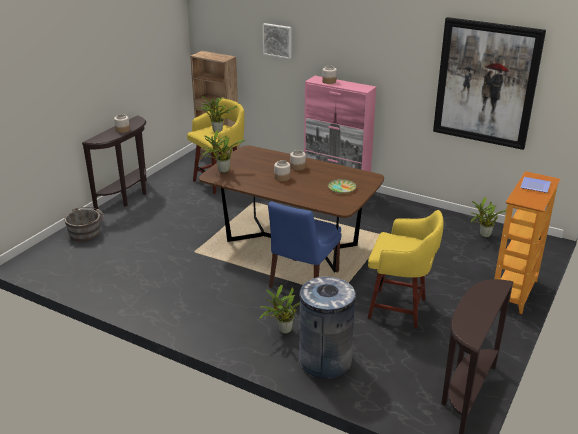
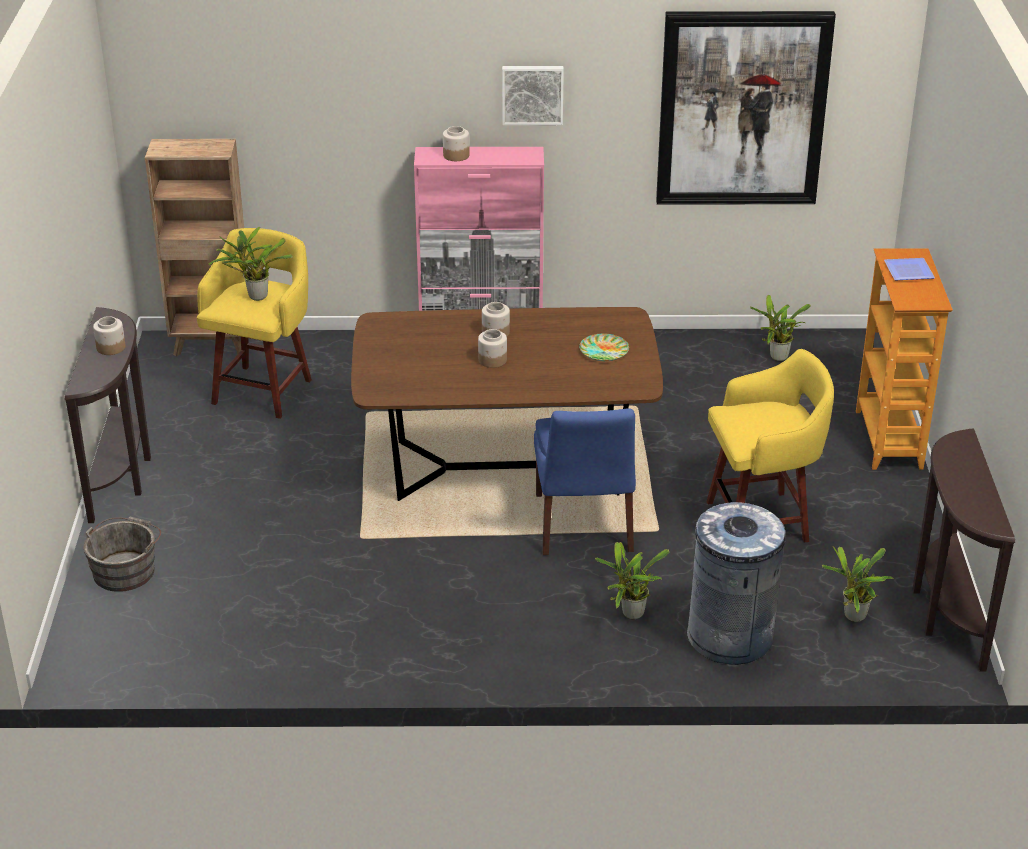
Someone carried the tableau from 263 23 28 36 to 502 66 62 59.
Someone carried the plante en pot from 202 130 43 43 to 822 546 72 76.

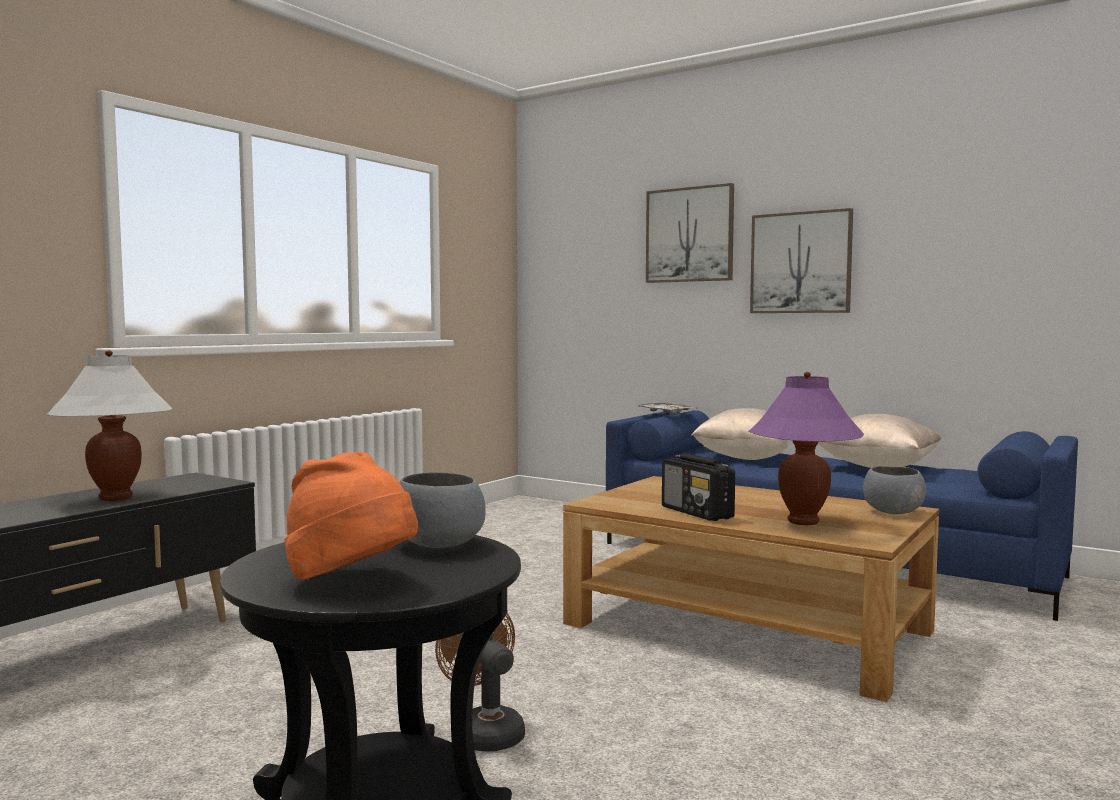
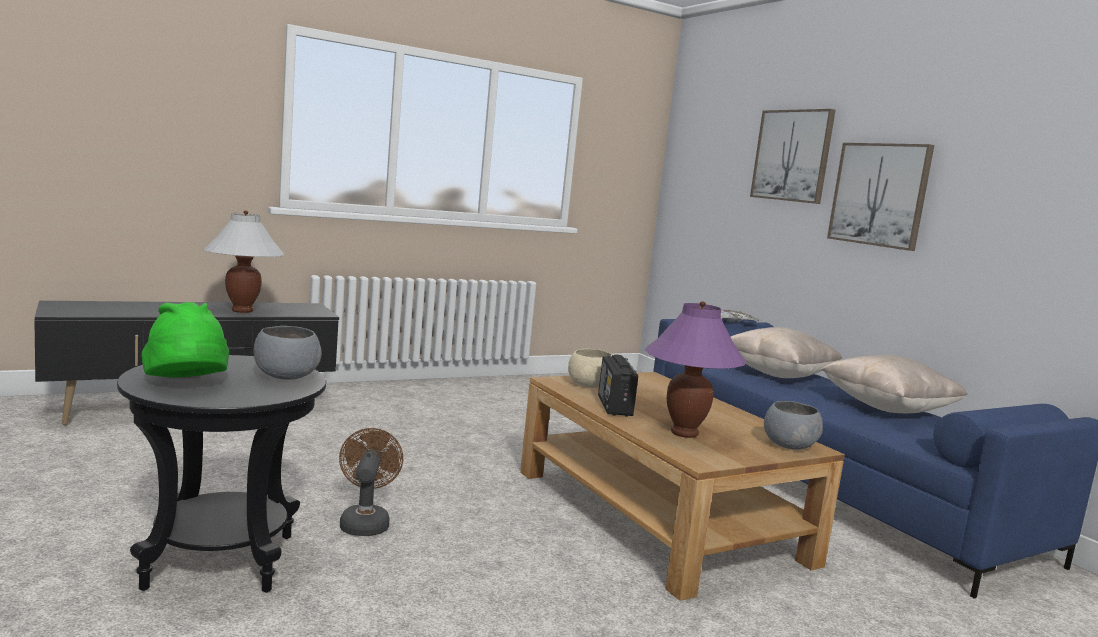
Someone repainted the chapeau [orange] at 284 452 134 128, which became the chapeau [vert] at 142 302 87 75.
Someone put down the bol [beige] at 568 349 44 39.

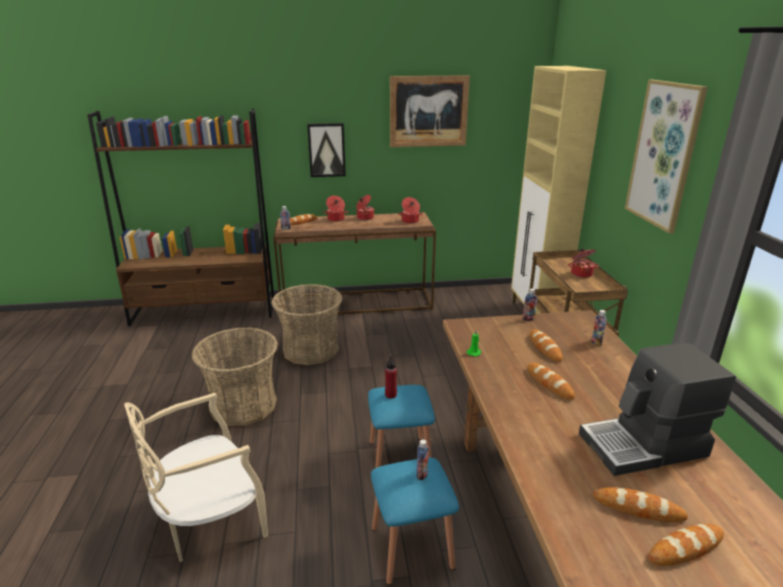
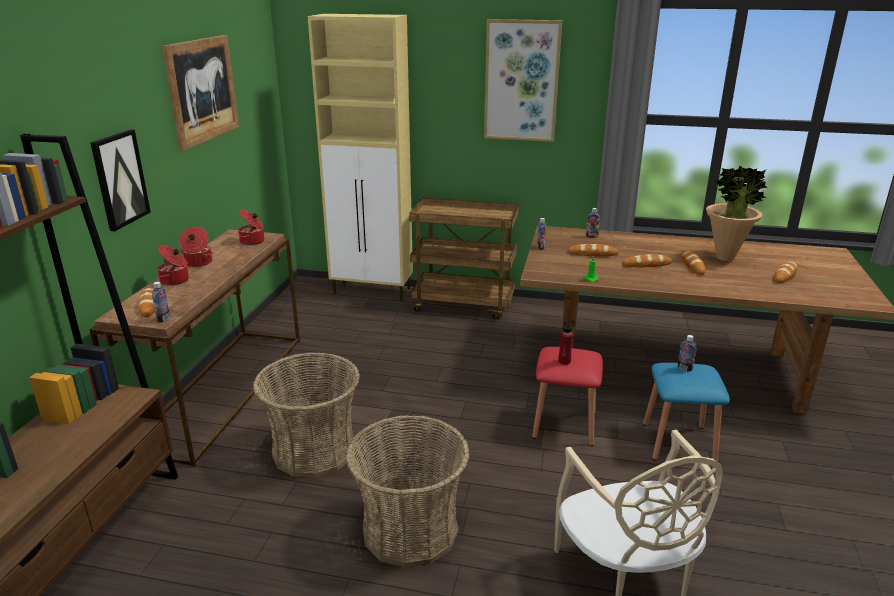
Someone took away the marmite at 568 248 31 30.
Someone swapped the machine à café at 579 342 157 134 for the plante en pot at 706 165 61 96.
Someone repainted the tabouret [bleu] at 368 385 67 83, which became the tabouret [rouge] at 532 347 71 99.
Someone carried the pain from 648 524 76 42 to 681 251 24 24.

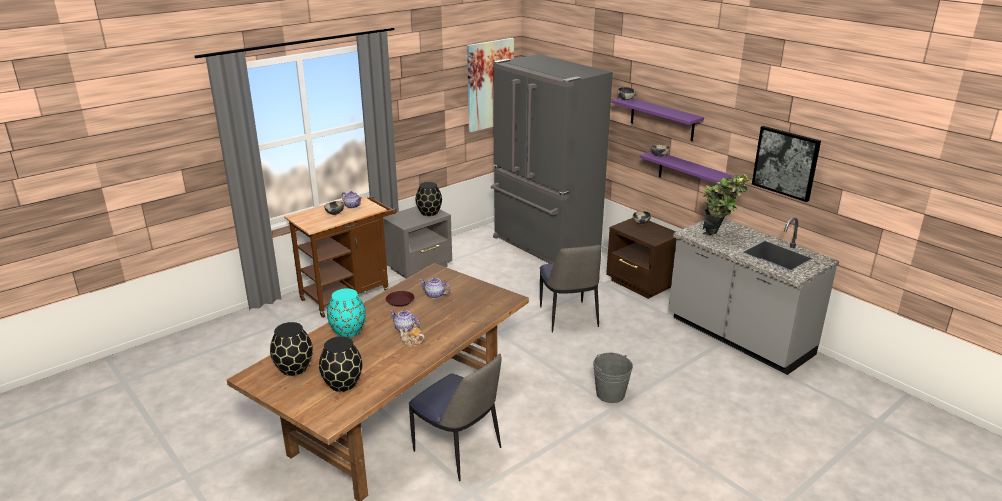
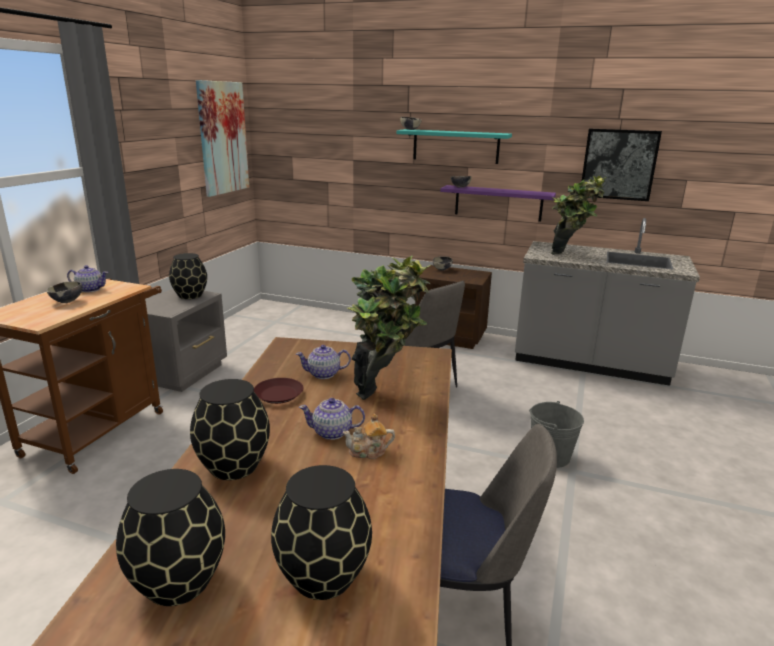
Someone took away the réfrigérateur [gris] at 491 54 122 210.
Someone repainted the étagère [violet] at 611 98 93 43, which became the étagère [turquoise] at 397 129 115 35.
Someone repainted the vase [turquoise] at 327 288 39 50, which became the vase [noir] at 190 379 80 101.
Someone put down the plante en pot at 347 255 84 145.

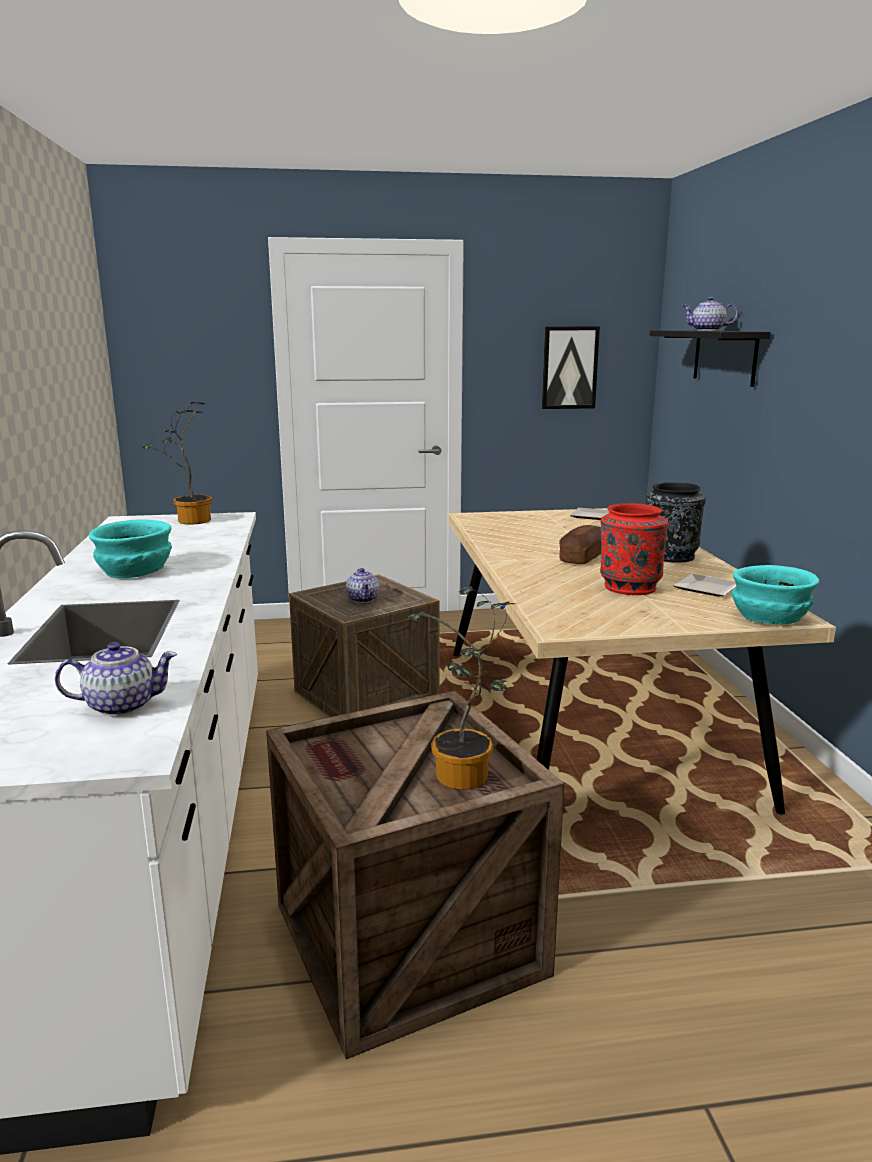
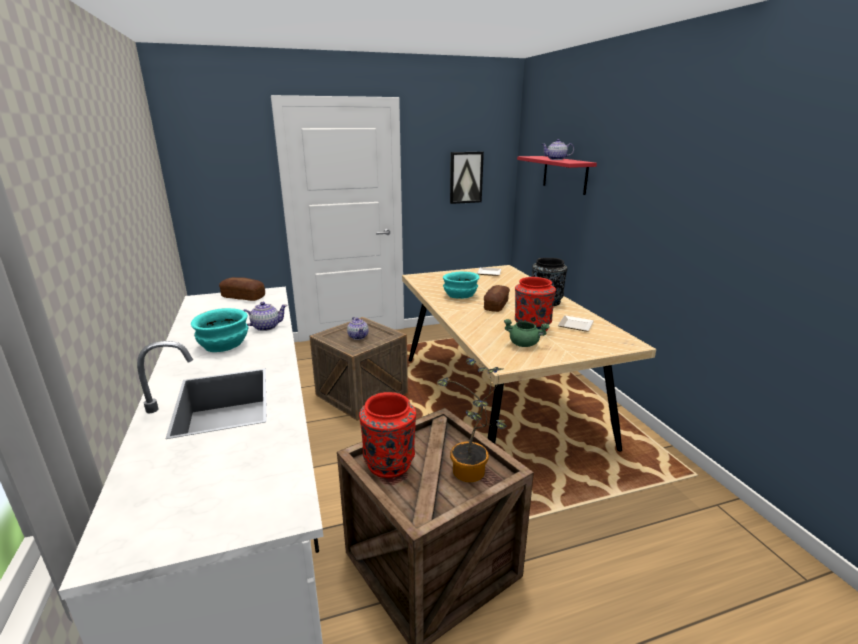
Someone repainted the étagère [noir] at 650 330 121 57, which became the étagère [rouge] at 517 156 80 39.
Someone swapped the plante en pot at 140 401 73 124 for the pain at 219 277 46 24.
Someone carried the bol [turquoise] from 731 565 88 59 to 443 271 37 28.
Someone carried the théière from 55 642 122 74 to 243 302 45 29.
Someone put down the marmite [vert] at 504 319 45 28.
Someone put down the vase [rouge] at 359 392 57 86.

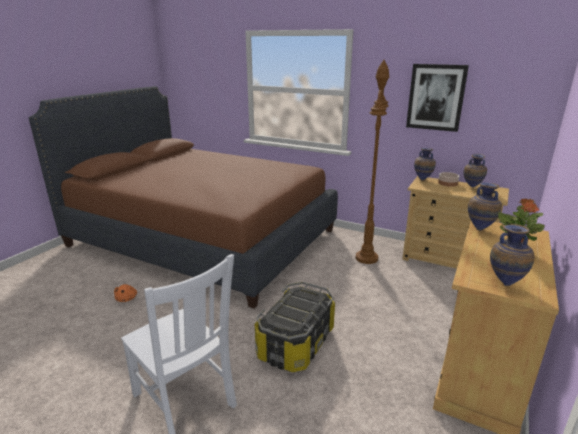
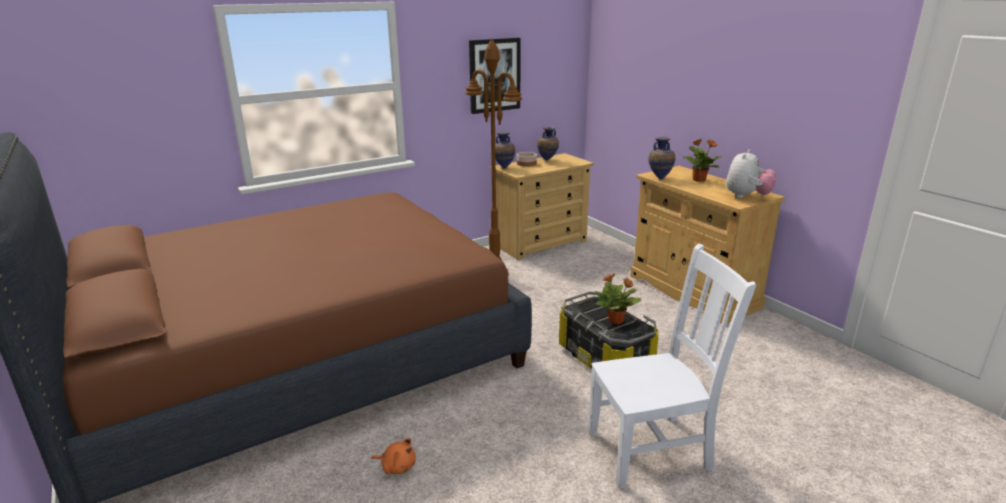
Someone swapped the vase at 490 224 44 62 for the peluche at 726 149 50 49.
Someone put down the plante en pot at 595 274 46 50.

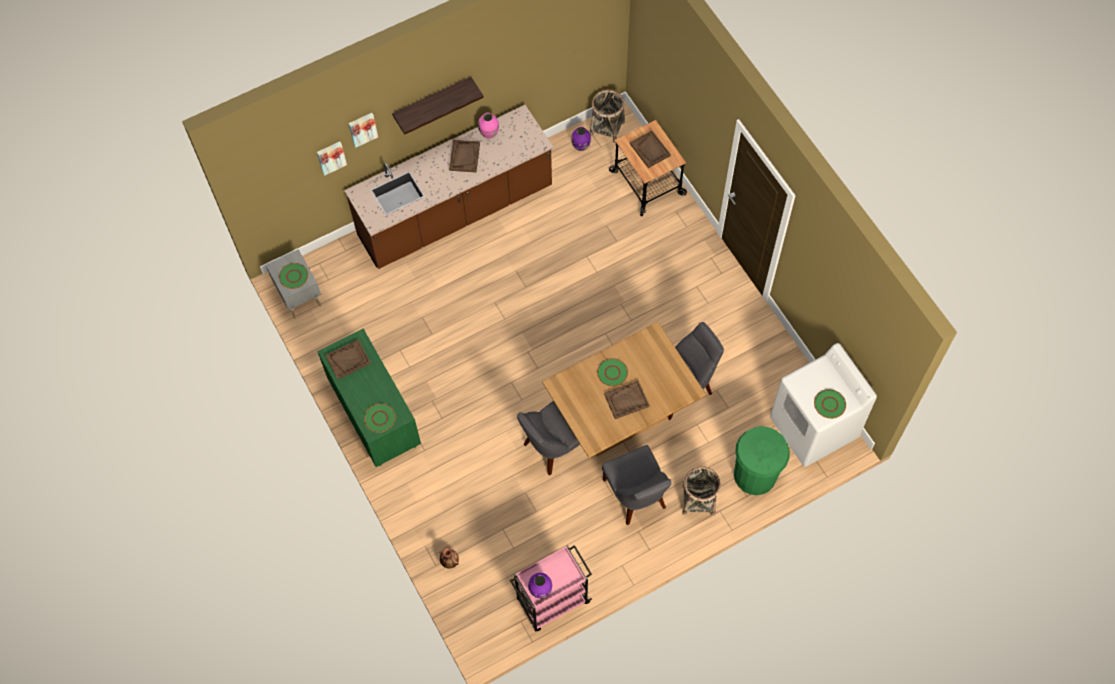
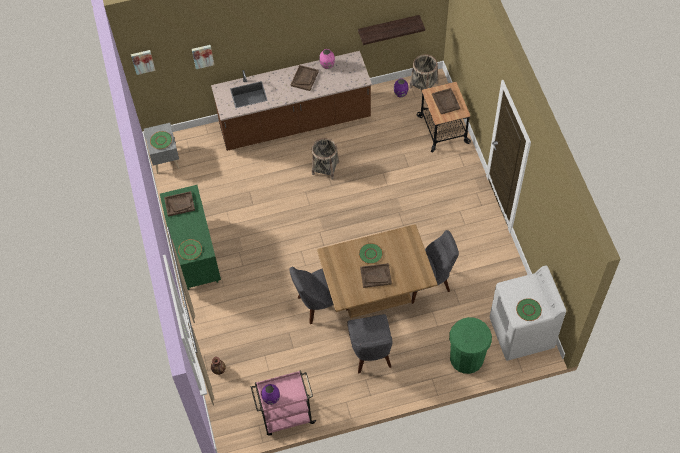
Someone carried the étagère from 392 77 92 58 to 358 15 67 30.
Someone carried the tableau from 349 113 29 35 to 131 50 25 25.
Someone carried the panier from 682 466 39 50 to 312 138 27 42.

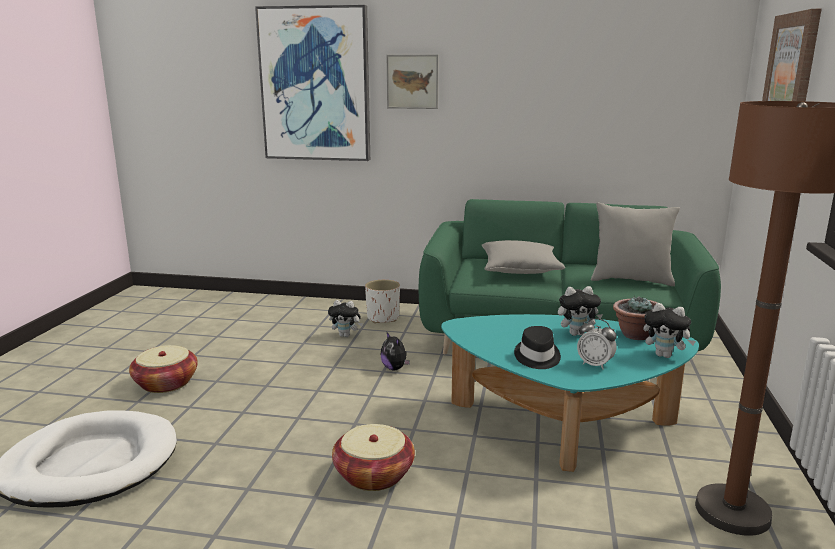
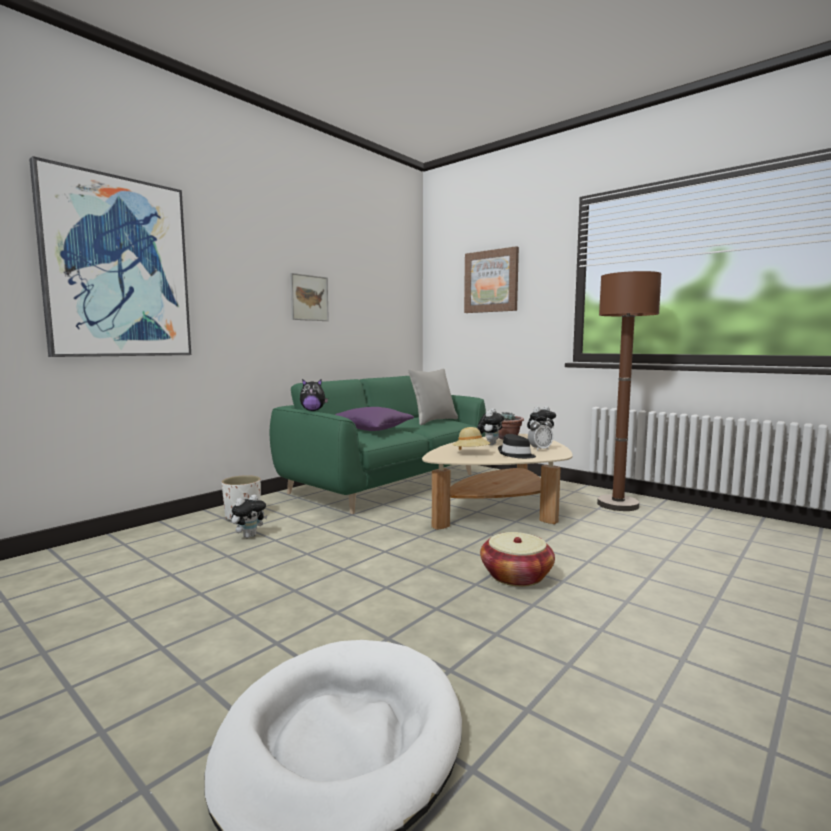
Someone carried the tableau from 387 55 51 54 to 290 273 39 48.
Someone repainted the coussin [gris] at 482 240 83 34, which became the coussin [violet] at 335 407 79 24.
Someone repainted the table basse [turquoise] at 441 314 258 158, which became the table basse [beige] at 422 434 151 96.
Someone carried the peluche from 381 331 29 39 to 300 379 28 32.
Someone took away the panier at 129 345 69 48.
Someone put down the chapeau [beige] at 452 427 39 23.

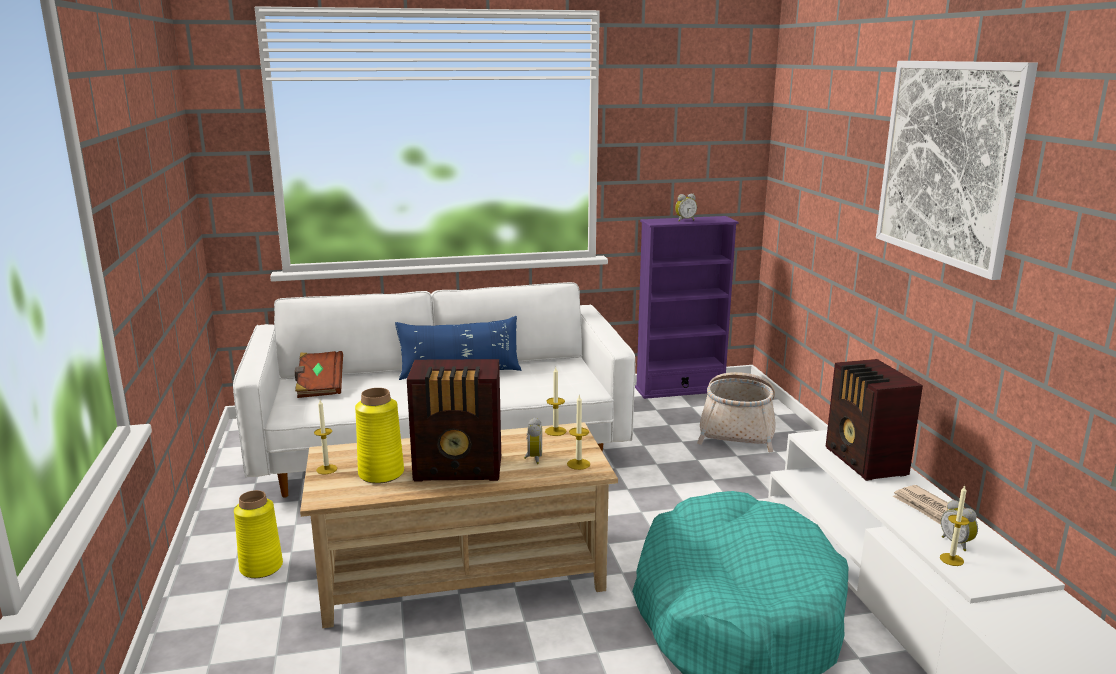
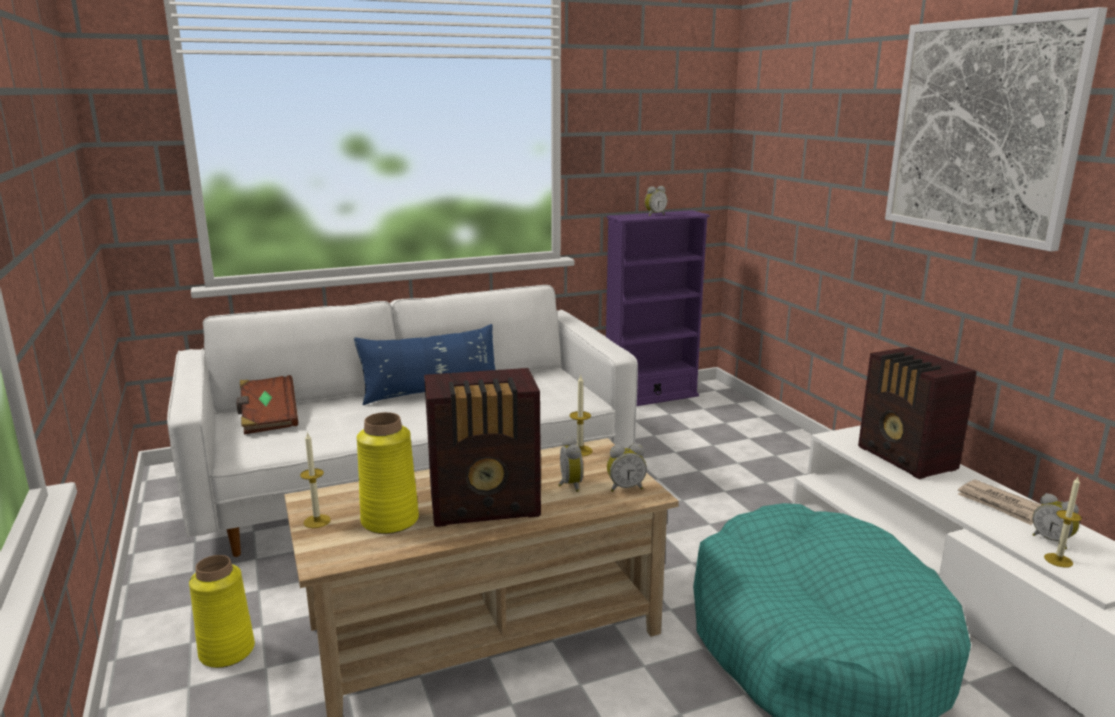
Someone took away the panier at 697 372 79 80.
Someone swapped the bougie at 567 394 23 76 for the réveil at 607 443 40 49.

